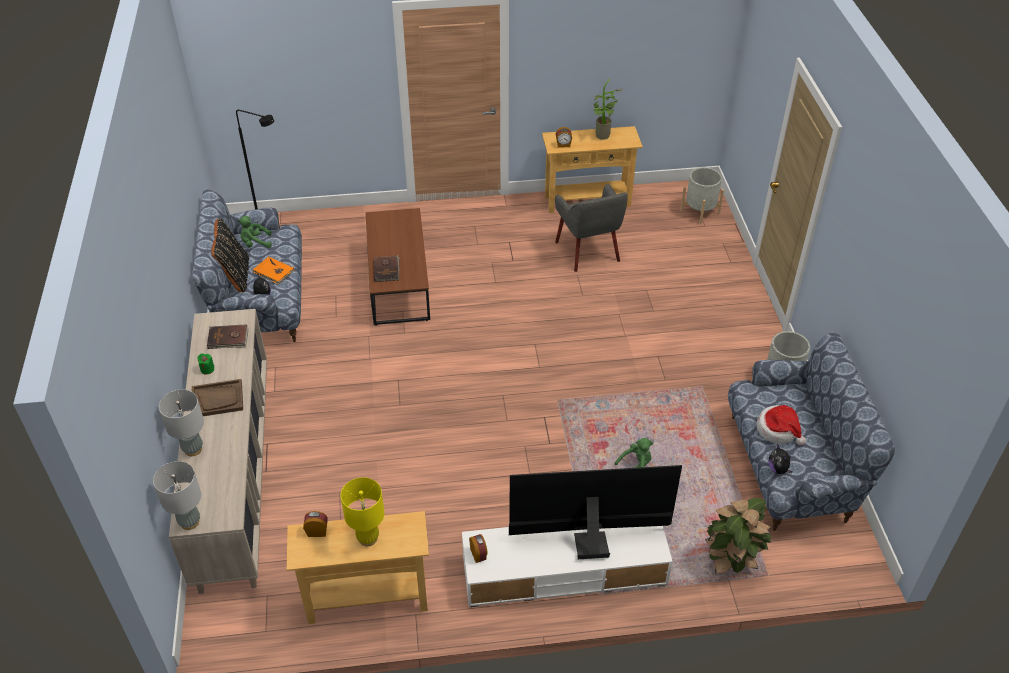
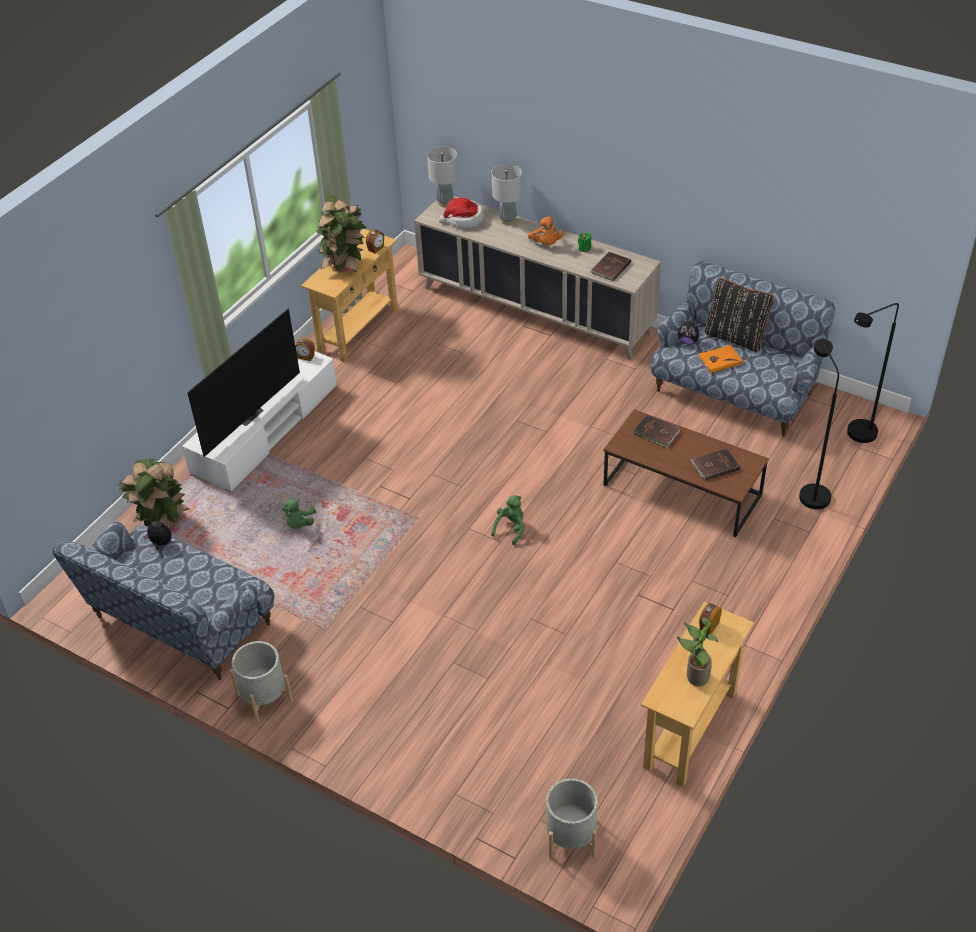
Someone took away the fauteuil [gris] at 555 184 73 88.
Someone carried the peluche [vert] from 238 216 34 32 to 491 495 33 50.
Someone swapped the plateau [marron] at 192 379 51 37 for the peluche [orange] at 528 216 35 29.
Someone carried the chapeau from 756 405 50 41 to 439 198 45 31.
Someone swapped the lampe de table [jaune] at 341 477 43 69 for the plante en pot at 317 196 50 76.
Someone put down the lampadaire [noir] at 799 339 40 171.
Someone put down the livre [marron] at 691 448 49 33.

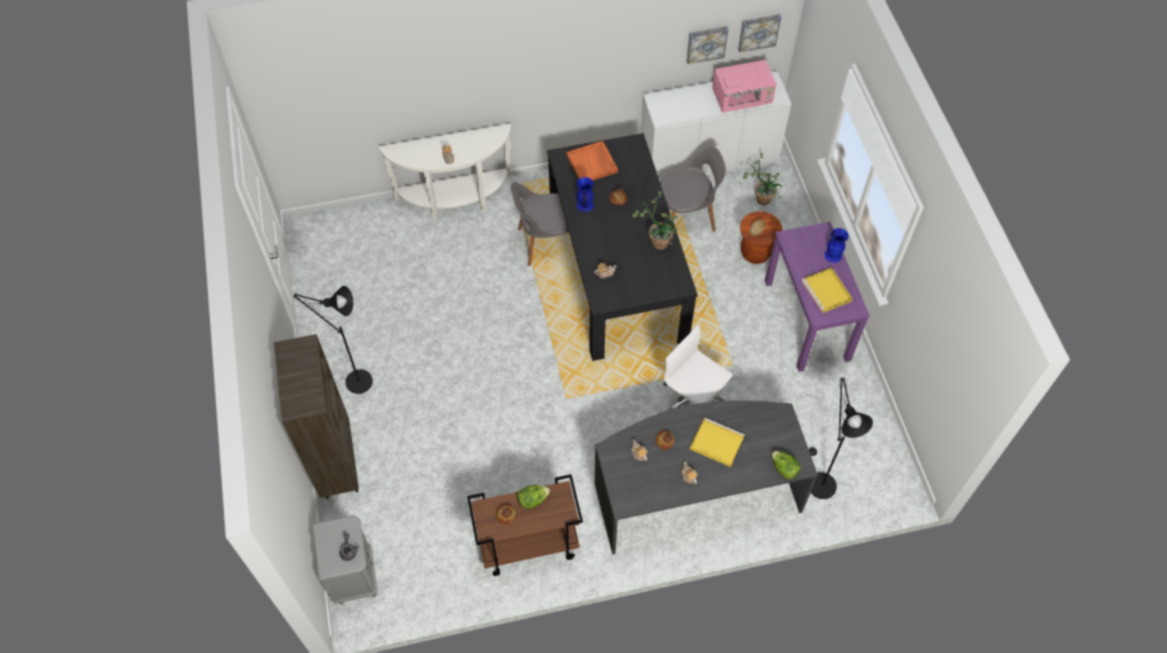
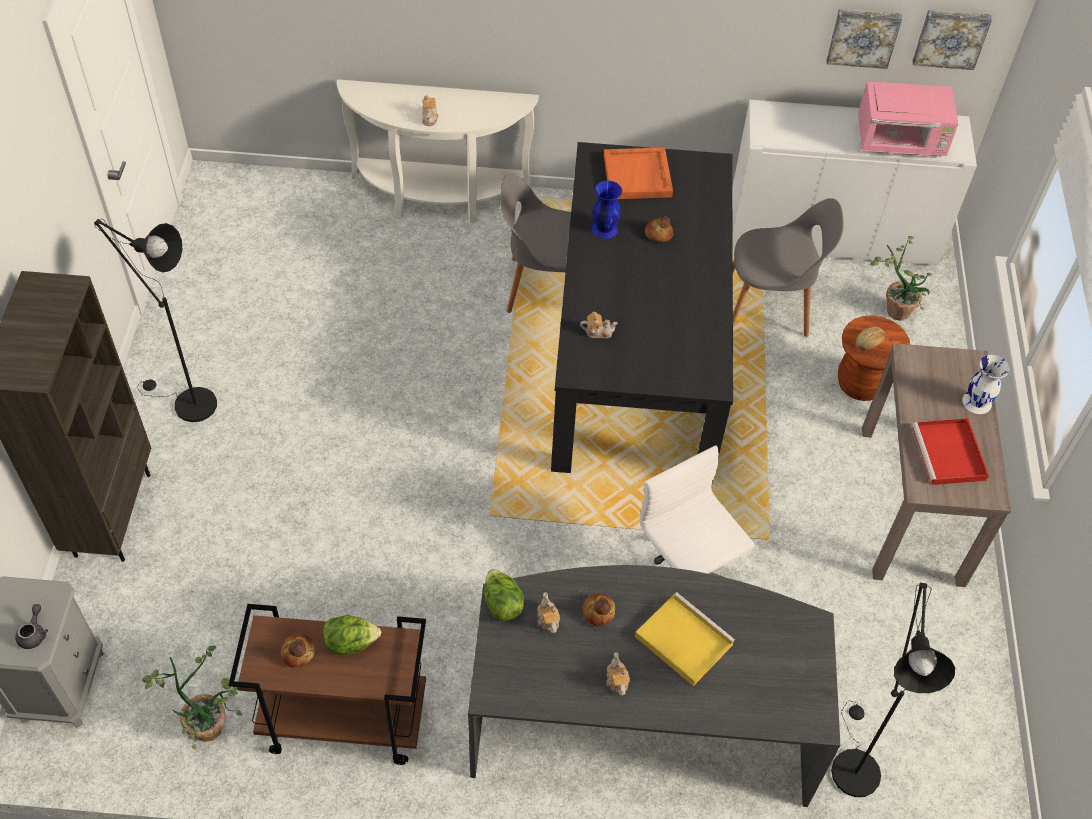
Someone carried the plante en pot from 632 191 46 59 to 142 645 100 105.
Someone repainted the table console [violet] at 765 222 105 150, which became the table console [marron] at 862 343 149 244.
Someone repainted the vase [bleu] at 825 228 24 35, which became the vase [blanc] at 962 355 48 59.
Someone repainted the plateau [jaune] at 802 267 50 46, which became the plateau [rouge] at 912 418 77 67.
Someone carried the laitue from 771 451 30 28 to 484 569 40 53.

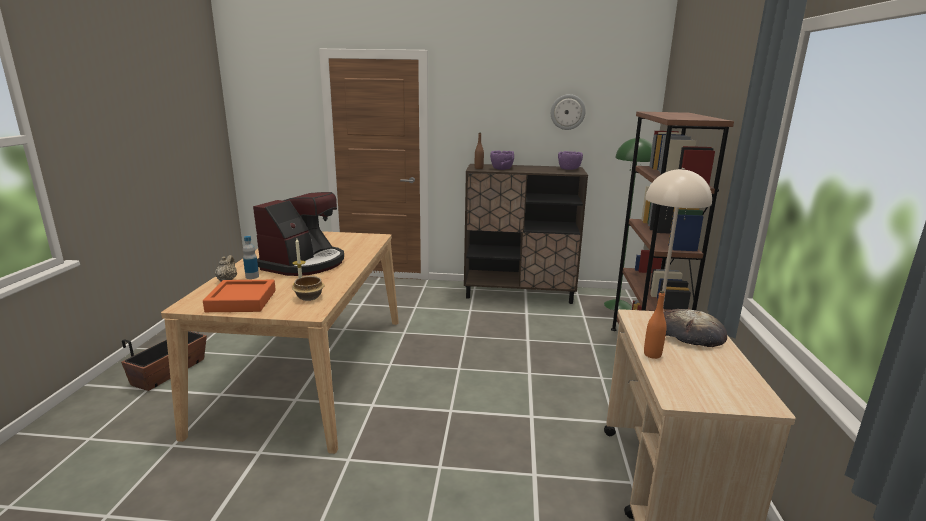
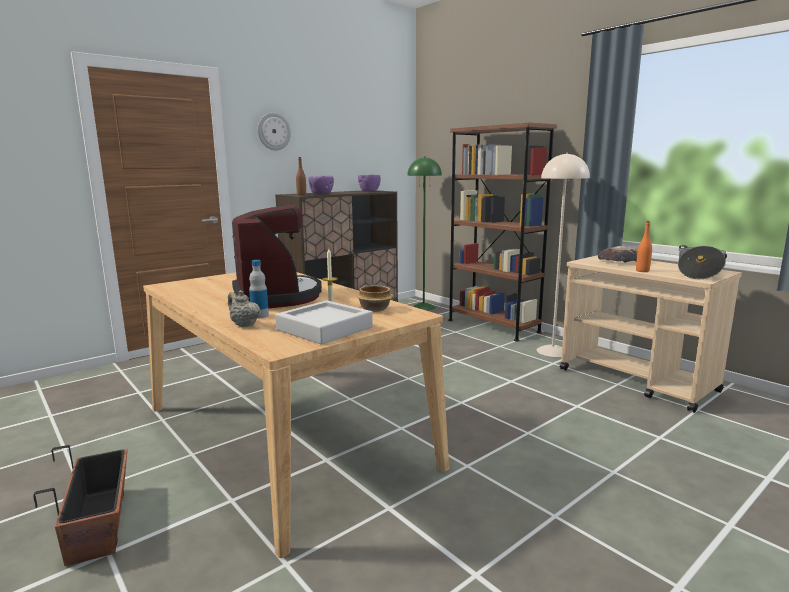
Someone carried the horloge murale from 551 94 35 36 to 258 113 33 37.
Someone repainted the plateau [orange] at 203 280 73 32, which became the plateau [gris] at 275 300 98 44.
Someone put down the marmite at 678 245 49 34.

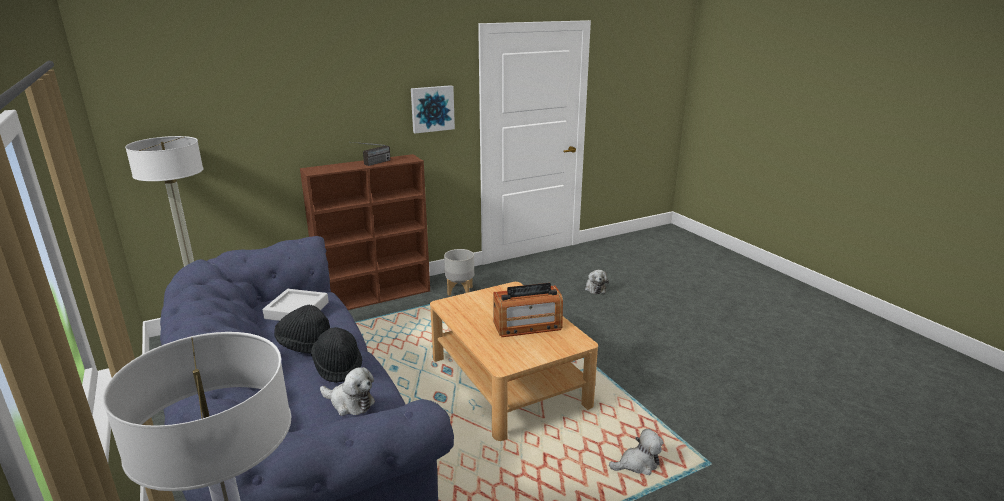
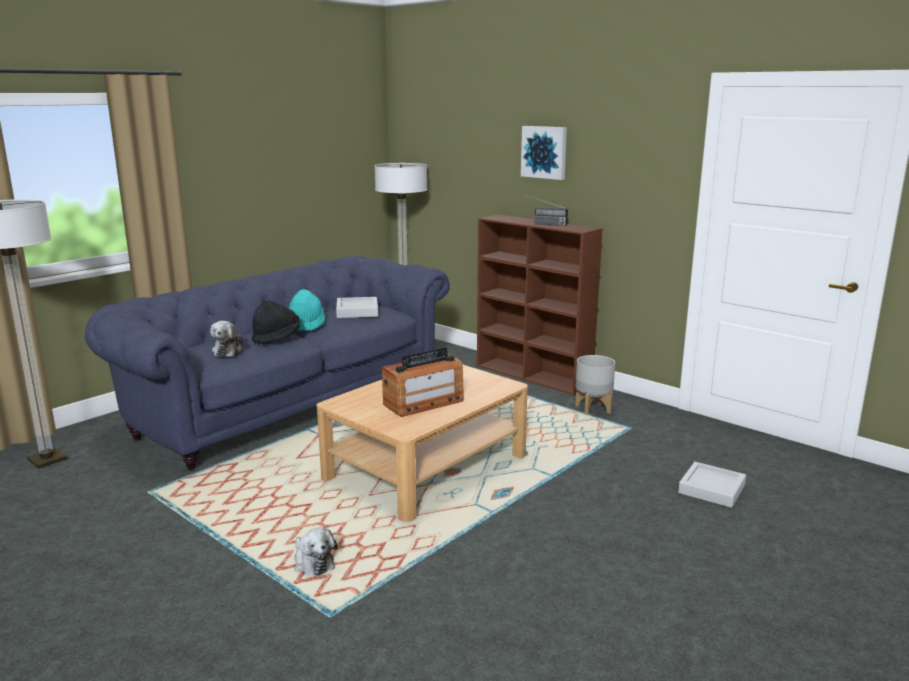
Someone carried the tableau from 411 85 44 49 to 521 126 46 54.
Someone swapped the peluche at 585 270 24 24 for the plateau [gris] at 678 462 68 46.
Someone rotated the radio at 493 283 70 54 by 90 degrees counterclockwise.
Someone repainted the chapeau [noir] at 274 305 56 49, which became the chapeau [turquoise] at 289 289 36 42.

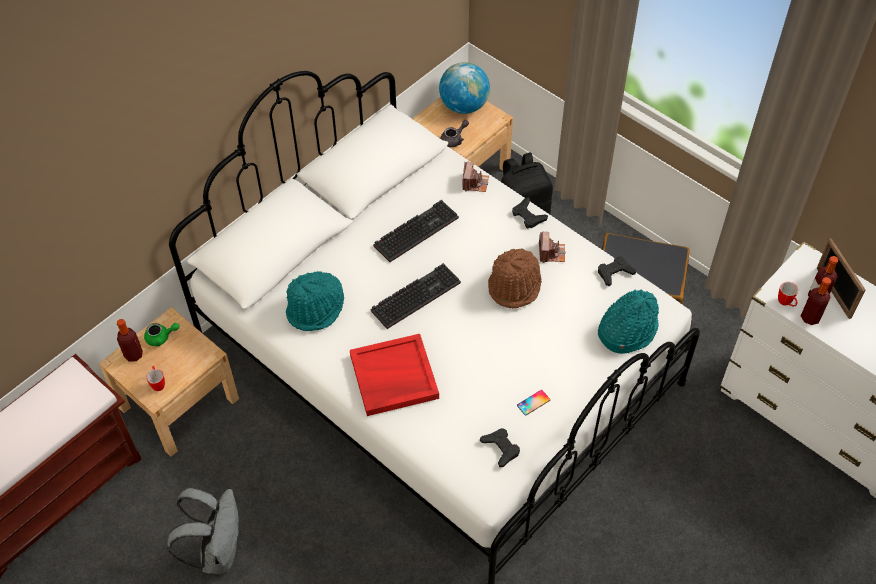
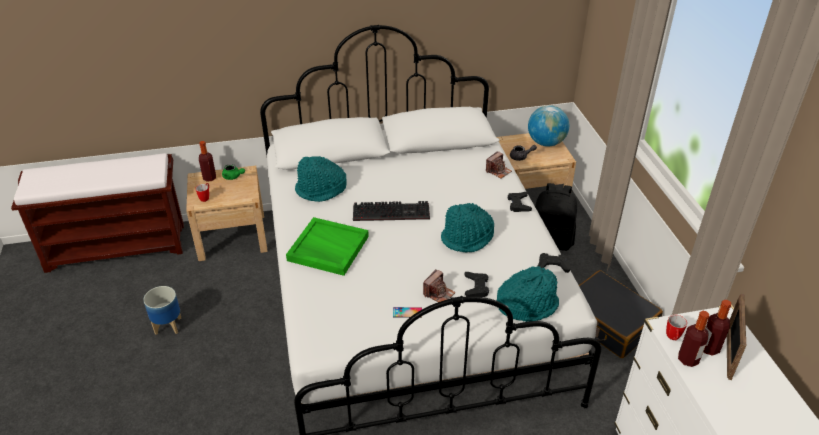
Someone took away the clavier at 373 200 86 62.
Someone carried the appareil photo from 539 232 27 31 to 423 270 33 32.
Someone repainted the chapeau [marron] at 488 248 54 61, which became the chapeau [turquoise] at 441 203 53 49.
Someone repainted the plateau [rouge] at 350 334 89 82, which became the plateau [vert] at 286 217 83 59.
Someone carried the manette [noir] from 480 428 40 39 to 465 272 24 25.
Someone swapped the sac à dos [gris] at 167 488 73 86 for the cache-pot at 143 286 38 49.

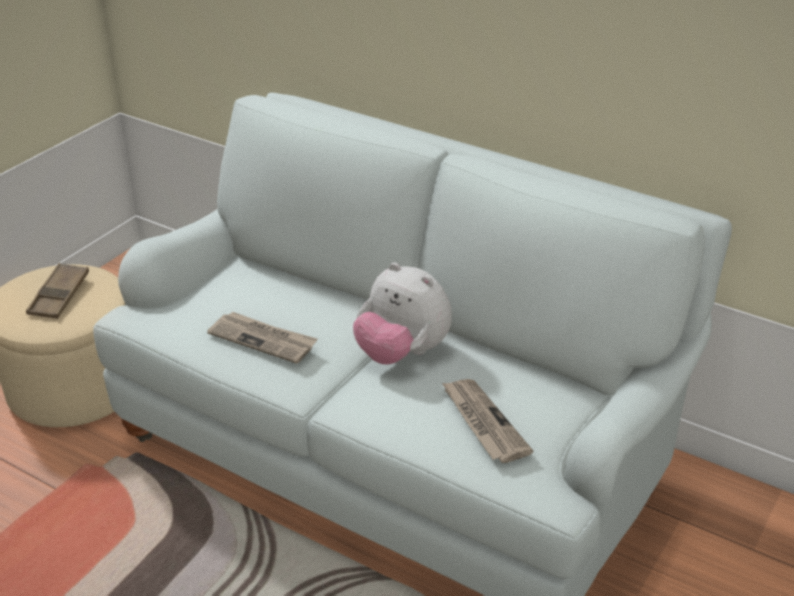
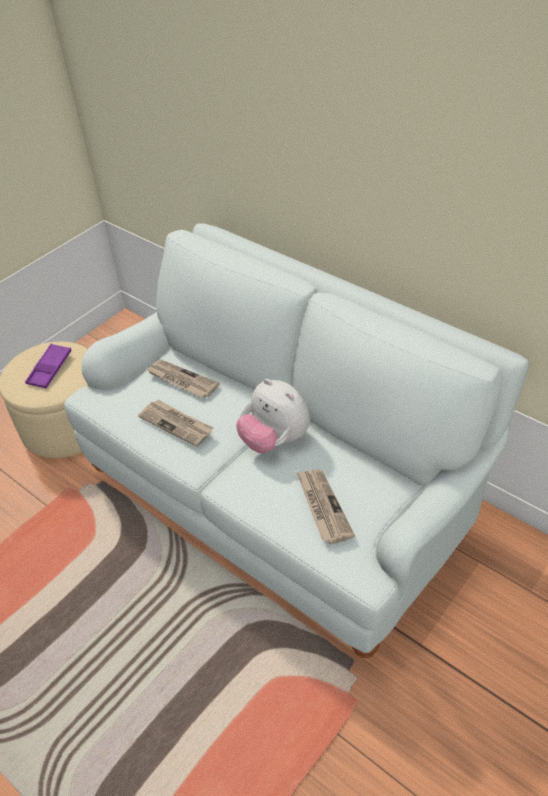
Someone repainted the plateau [marron] at 26 263 63 56, which became the plateau [violet] at 25 344 47 44.
Someone put down the journal at 146 360 74 38.

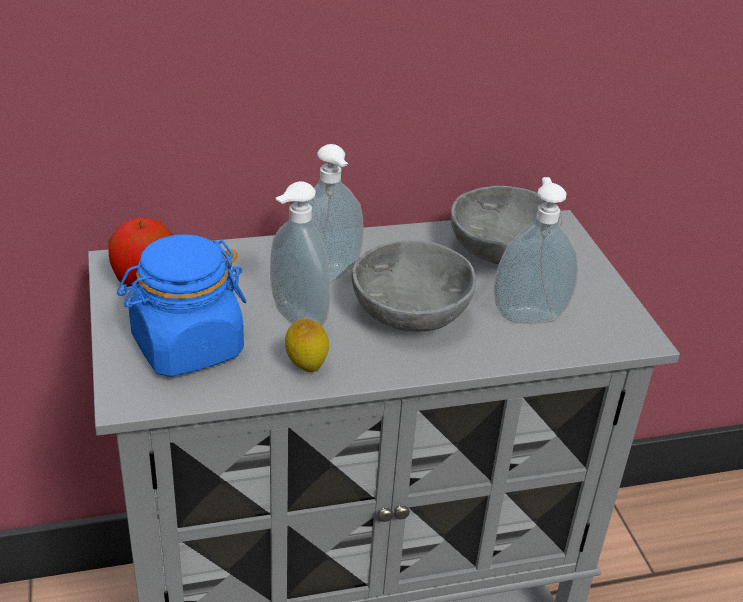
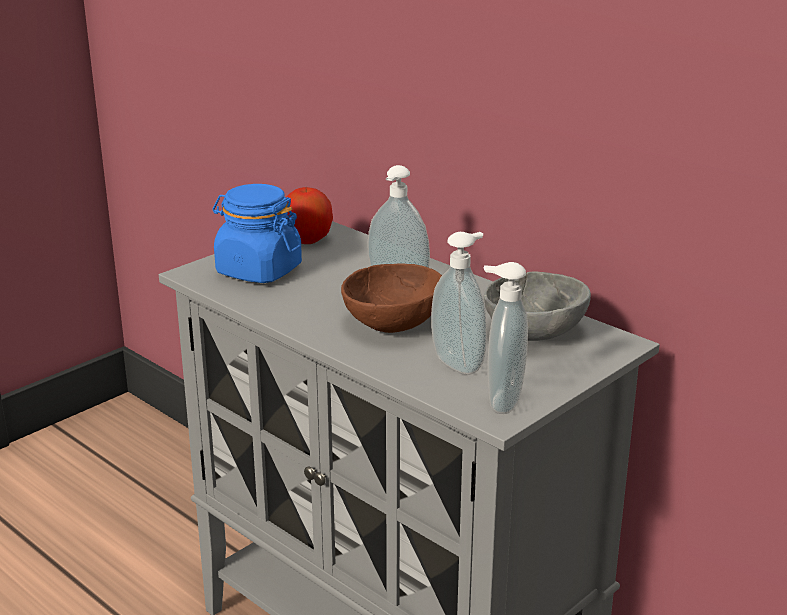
Someone carried the distributeur de savon from 270 181 60 145 to 483 262 45 152.
Someone repainted the bol [gris] at 351 240 125 92, which became the bol [marron] at 341 263 101 70.
Someone took away the citron at 285 319 44 53.

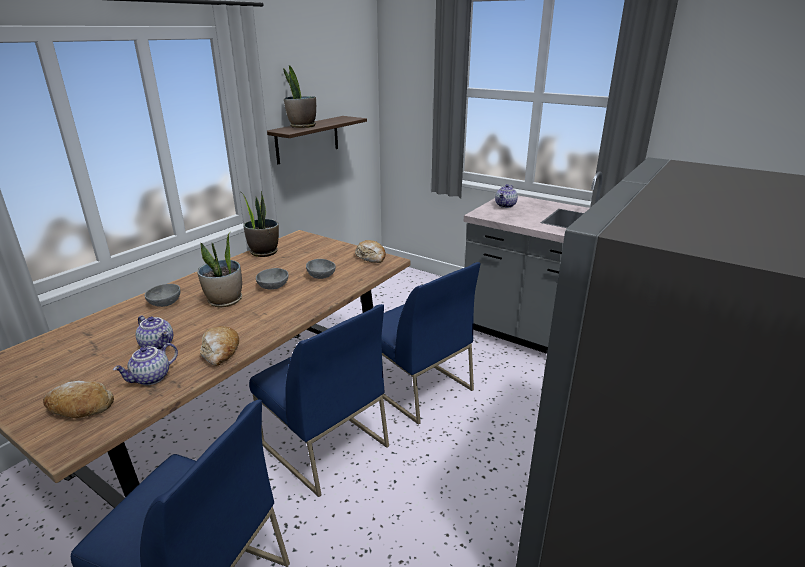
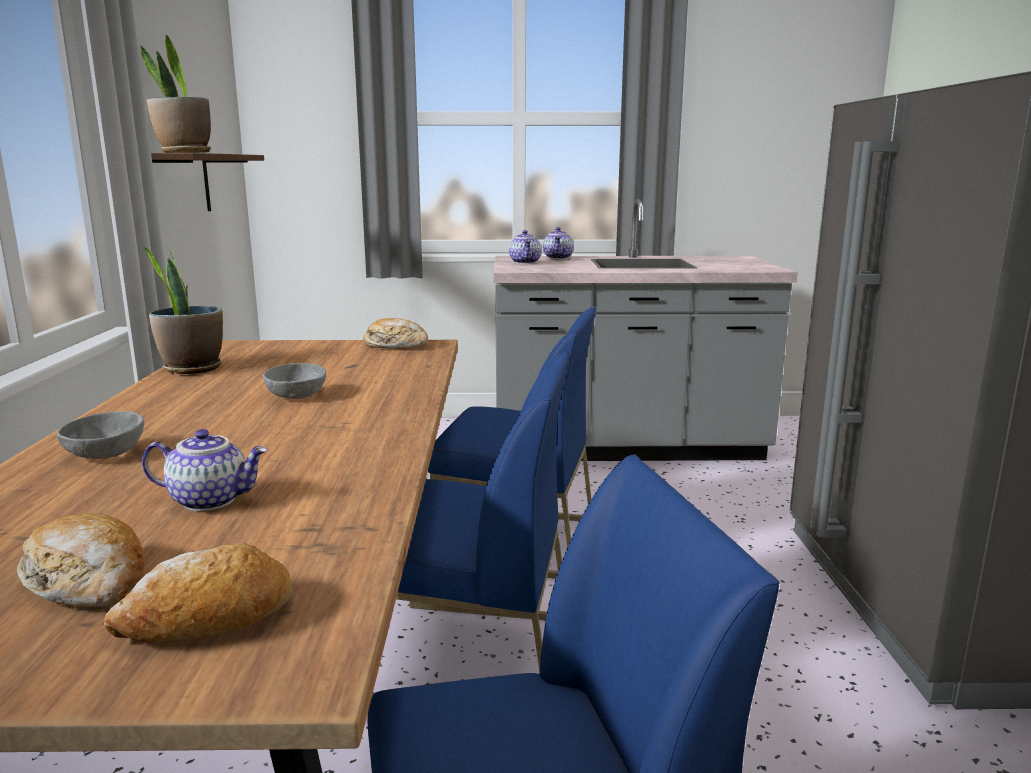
Someone took away the plante en pot at 197 231 45 76.
Someone took away the bol [gris] at 306 259 30 20.
Someone carried the pain from 200 326 39 40 to 17 513 128 94.
Someone carried the théière from 113 343 65 42 to 543 227 31 32.

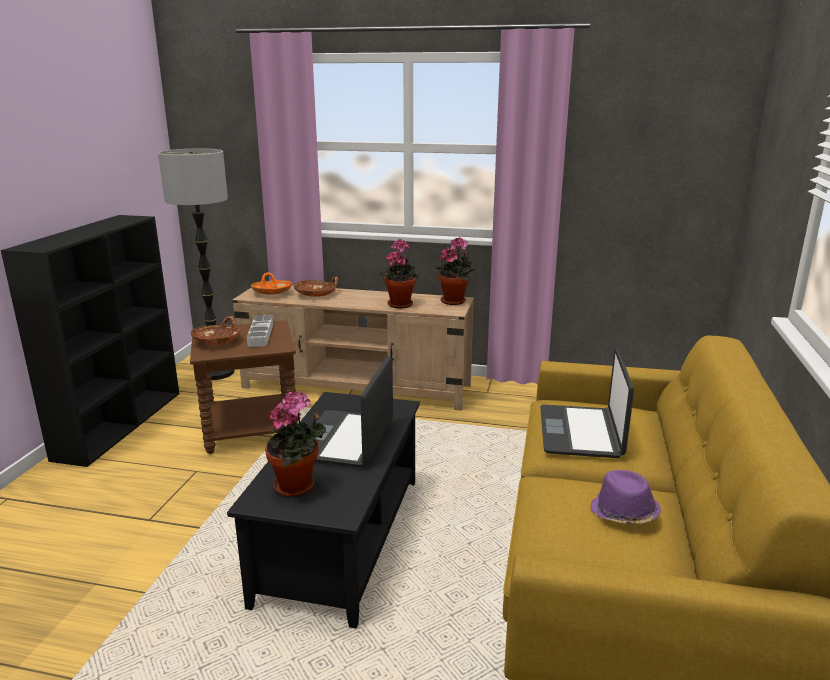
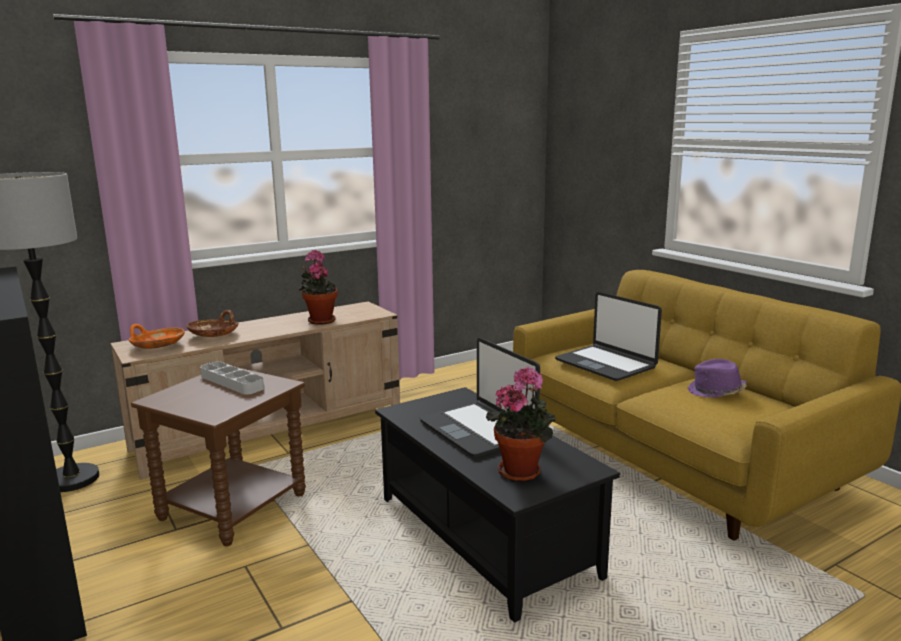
Someone took away the plante en pot at 435 237 40 68.
Someone took away the bol [marron] at 191 316 50 29.

